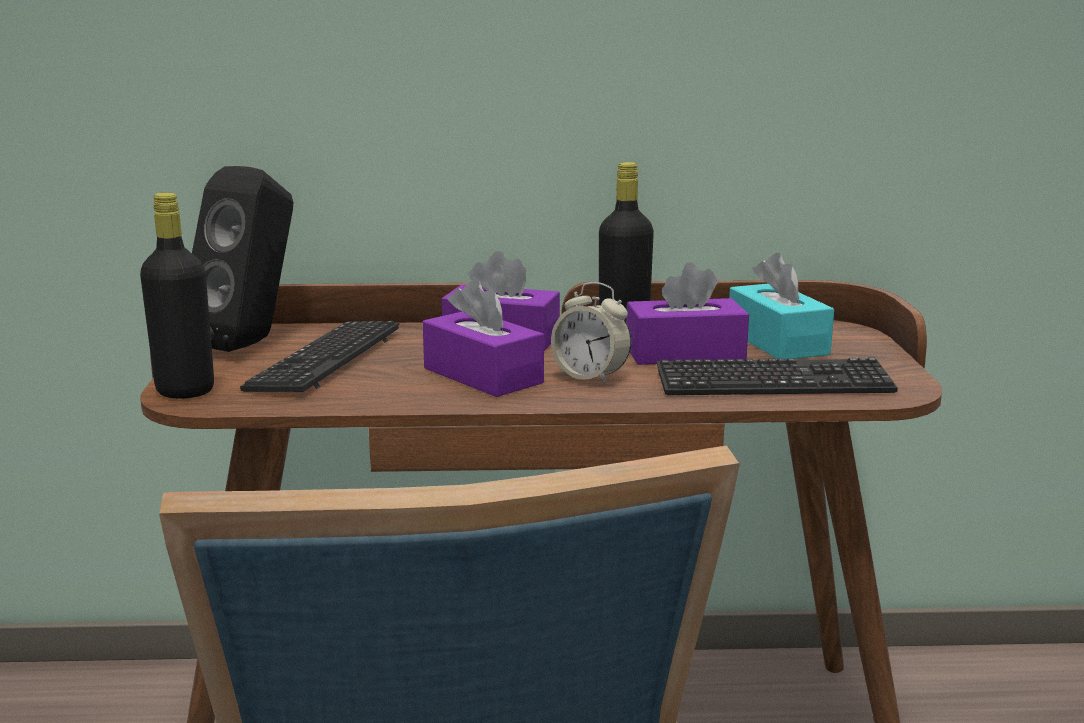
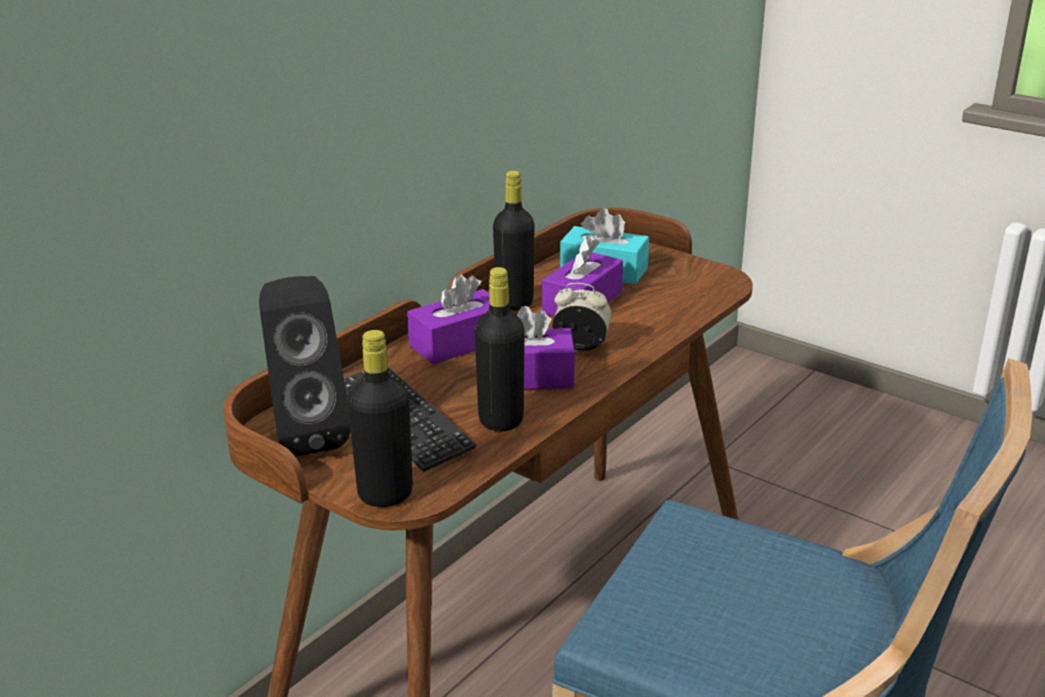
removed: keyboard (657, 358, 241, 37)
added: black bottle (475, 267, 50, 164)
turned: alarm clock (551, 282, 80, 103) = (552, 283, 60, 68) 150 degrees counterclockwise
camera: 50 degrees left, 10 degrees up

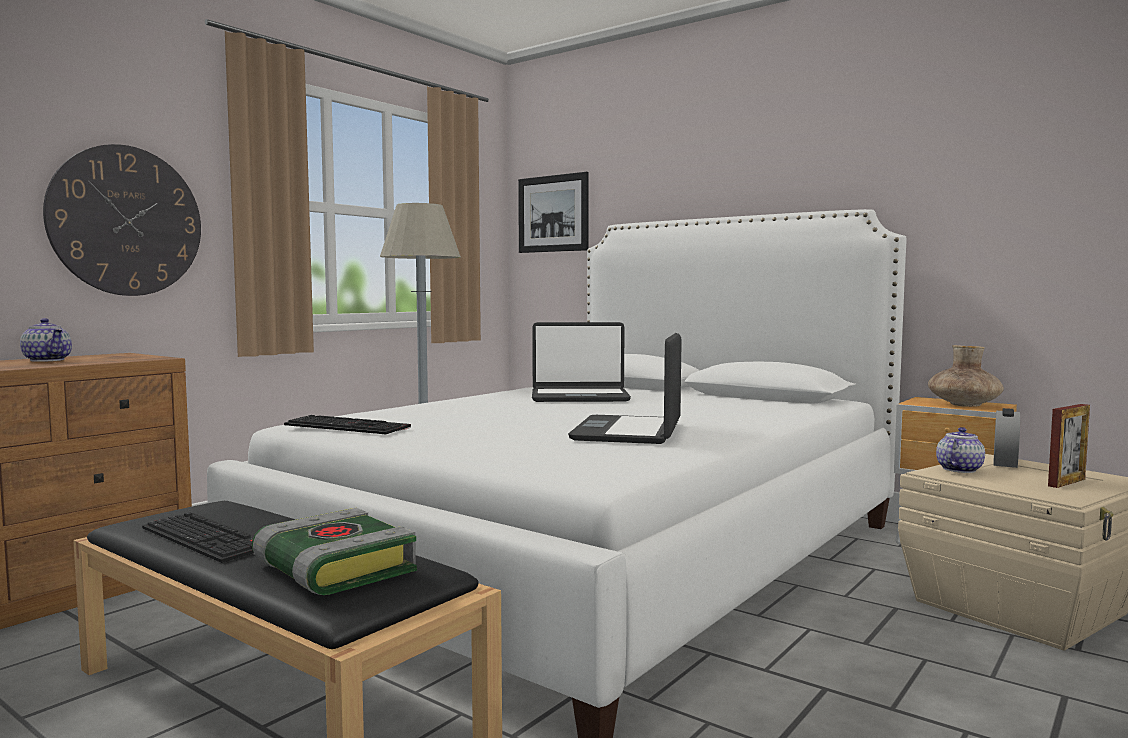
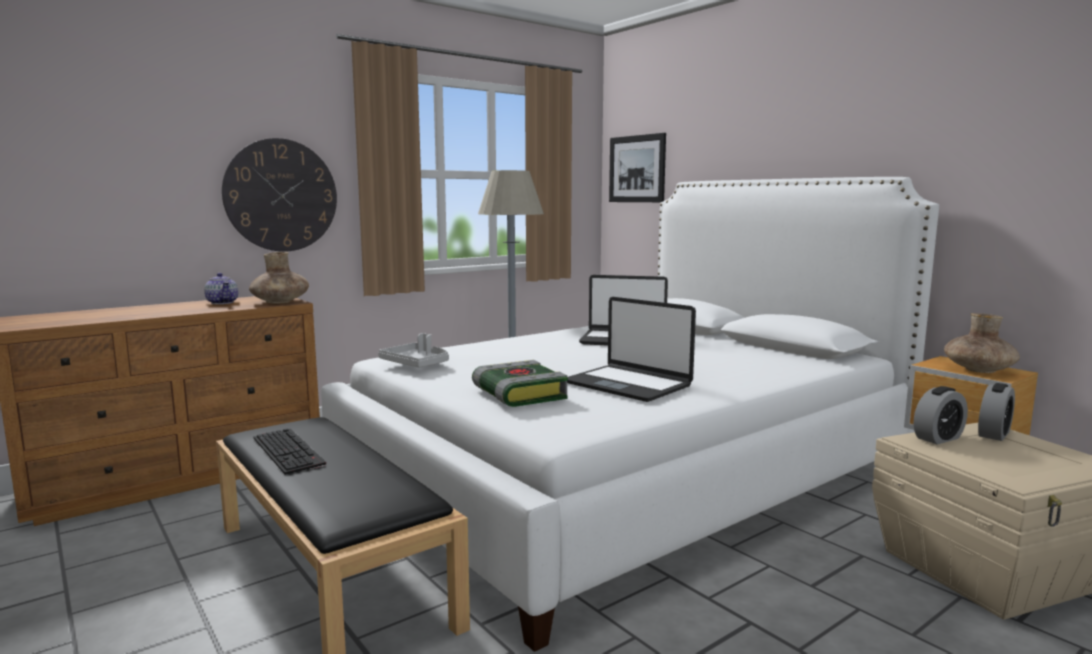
removed: picture frame (1048, 404, 42, 84)
added: brown vase (249, 252, 60, 52)
moved: book (252, 508, 165, 87) to (472, 360, 96, 47)
replaced: keyboard (284, 415, 127, 19) to grey tray (378, 333, 71, 35); teapot (936, 427, 49, 46) to alarm clock (914, 386, 54, 58)
turned: laptop (568, 333, 114, 111) = (567, 297, 129, 105) 75 degrees counterclockwise
camera: 15 degrees right, 5 degrees up

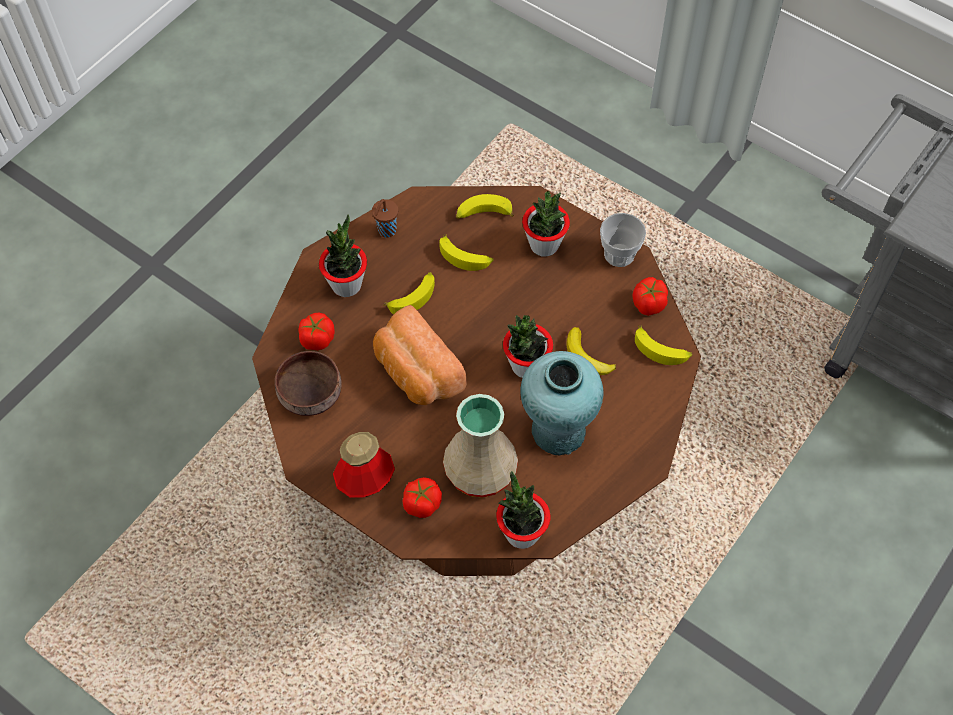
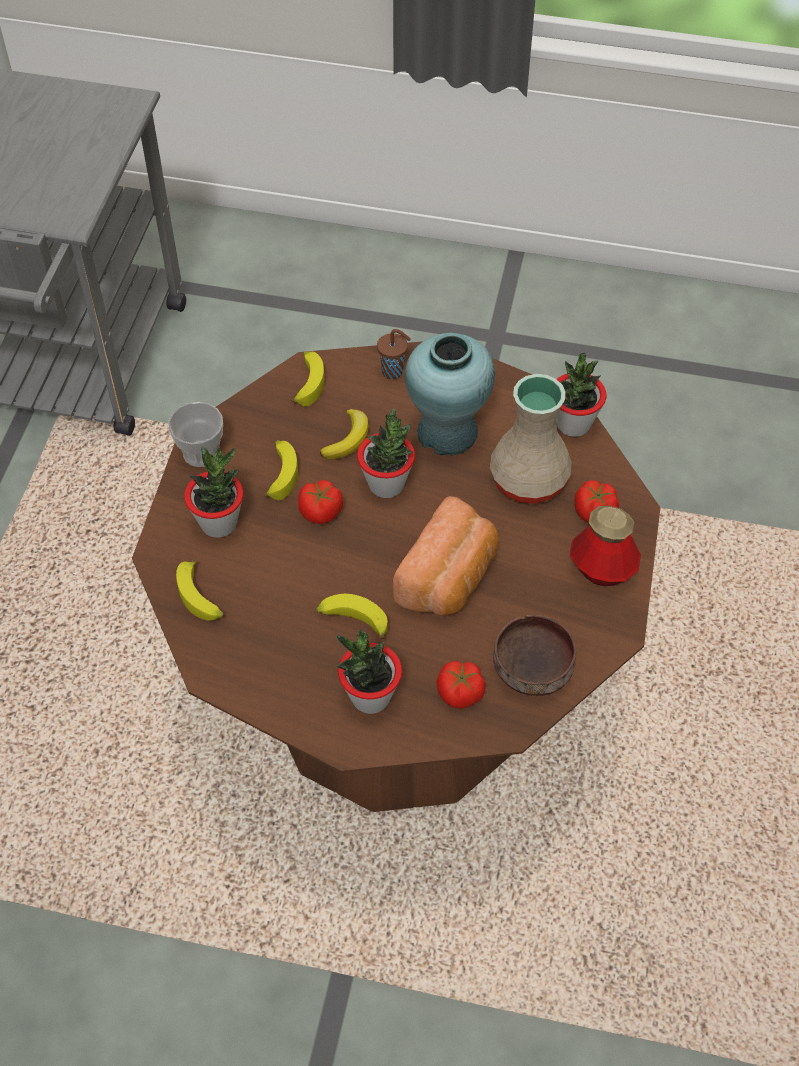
moved: banana (439, 234, 55, 37) to (264, 440, 34, 60); tomato (632, 277, 36, 39) to (298, 480, 45, 44); brown cup (372, 199, 26, 39) to (377, 329, 34, 50)
camera: 115 degrees left, 5 degrees down

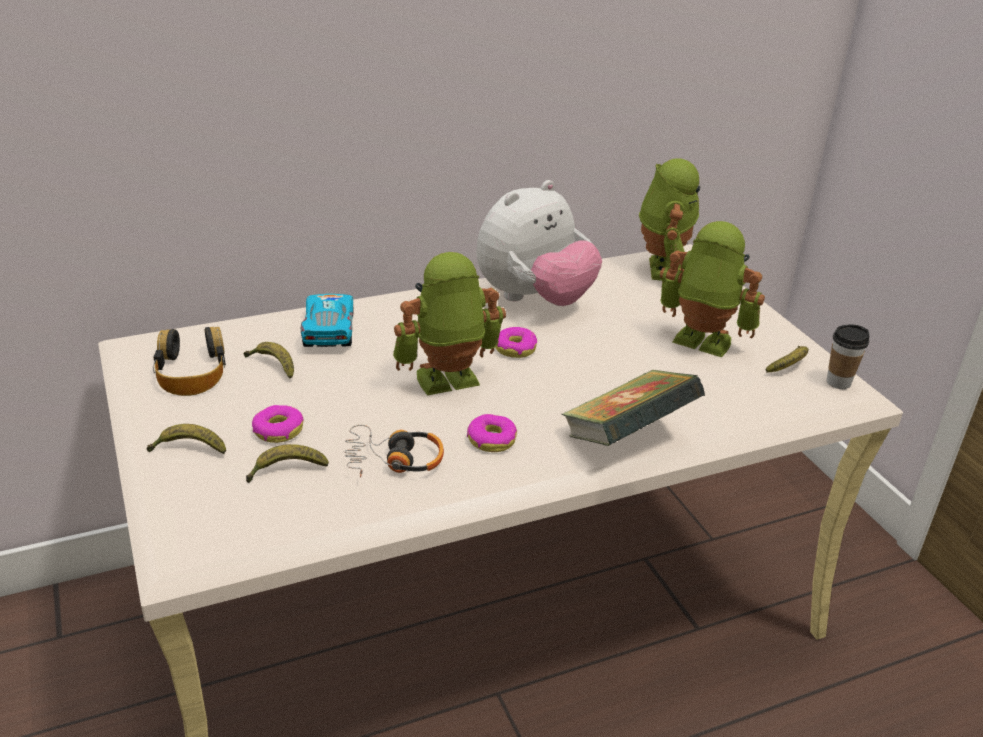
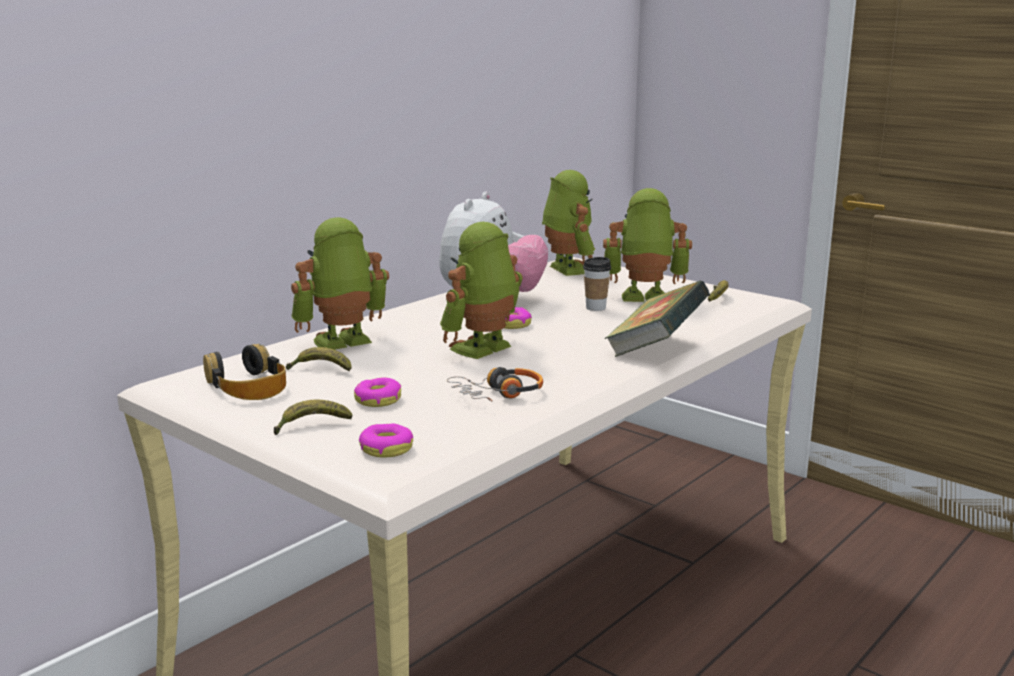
removed: banana (246, 444, 83, 39)
moved: donut (467, 414, 50, 38) to (359, 423, 54, 34); cup (826, 325, 44, 64) to (583, 257, 28, 54)
replaced: toy car (301, 294, 52, 53) to toy robot (291, 217, 98, 133)
camera: 25 degrees left, 15 degrees down

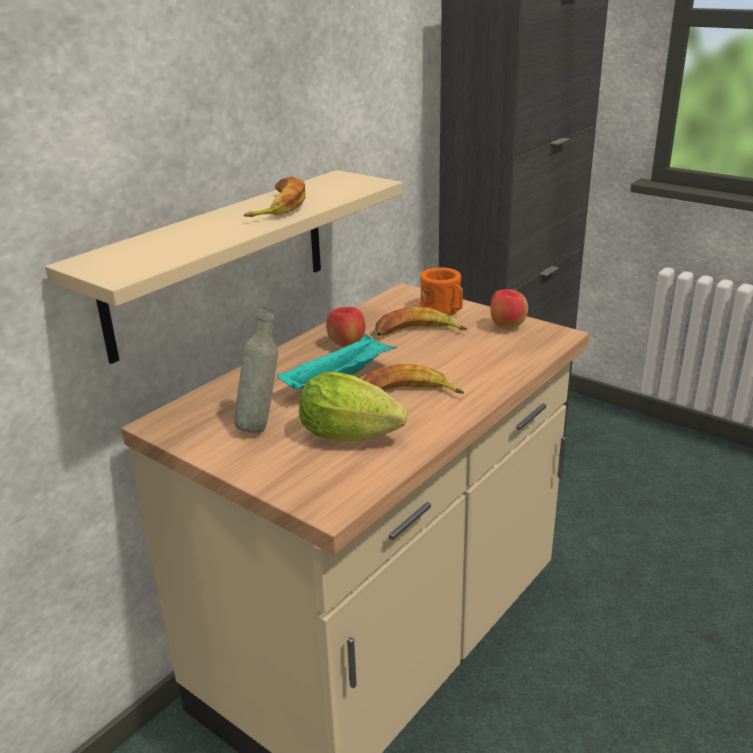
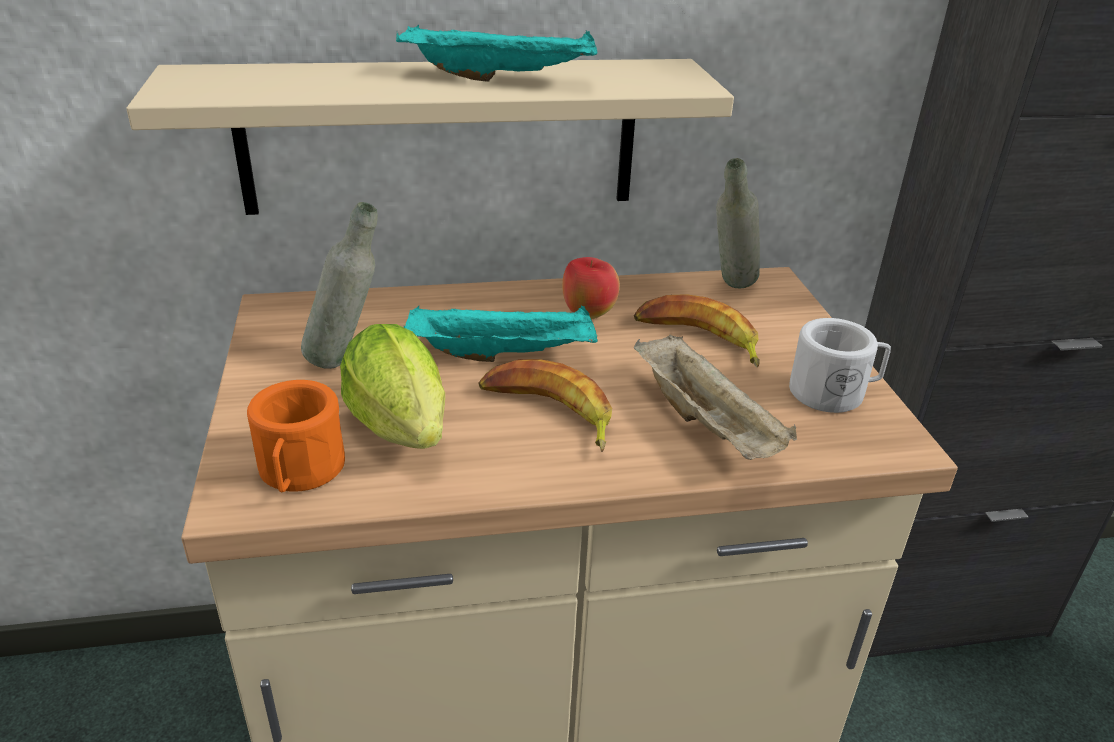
added: beige tray (634, 334, 163, 126); grey bottle (716, 158, 44, 131)
moved: orange mug (420, 267, 43, 48) to (247, 380, 98, 113)
replaced: banana (244, 176, 61, 41) to turquoise tray (396, 25, 201, 57); apple (490, 289, 38, 41) to white mug (789, 318, 102, 95)
camera: 40 degrees right, 5 degrees up

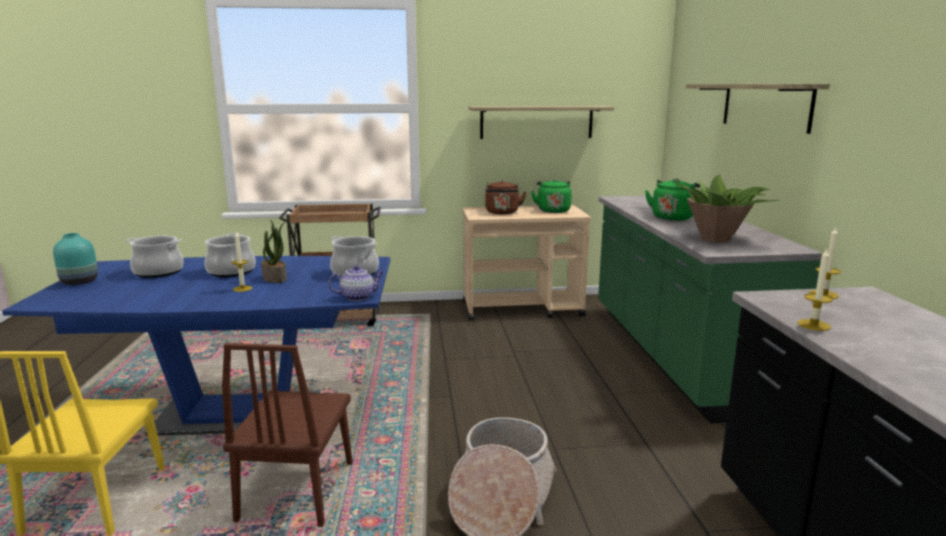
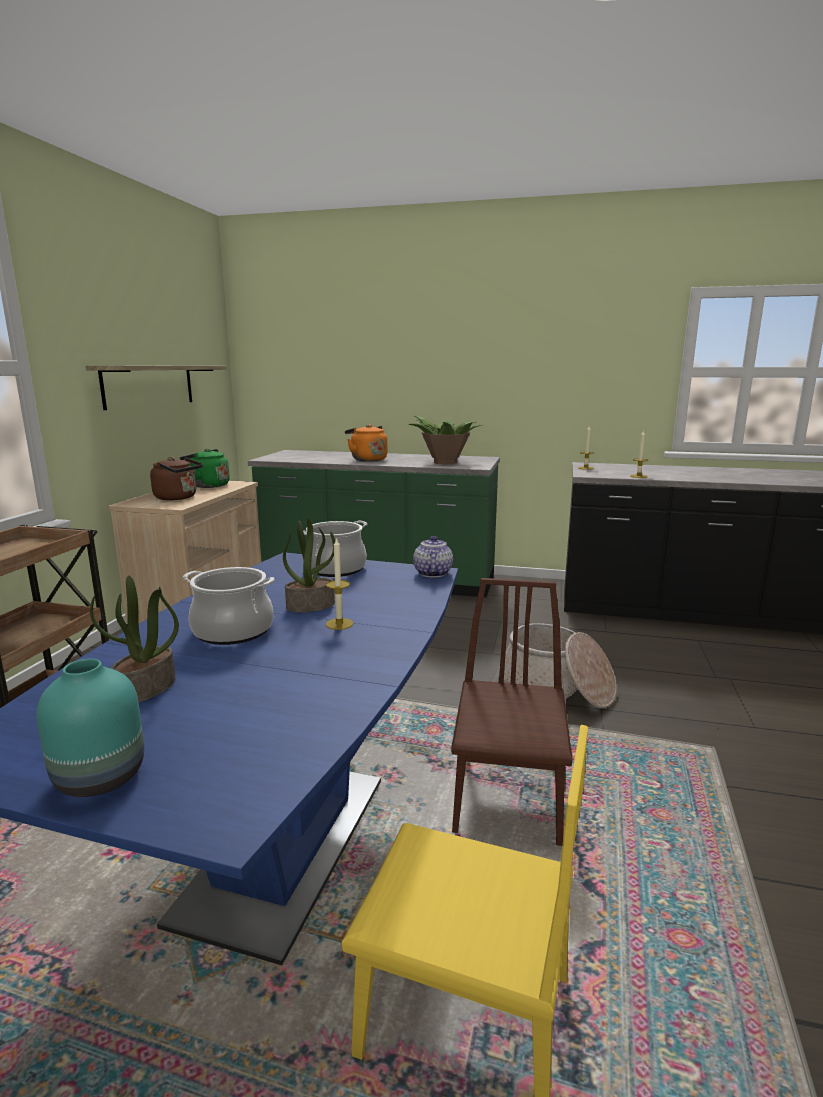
removed: shelf (686, 84, 144, 50)
replaced: cooking pot (126, 236, 58, 42) to potted plant (90, 576, 89, 126)
recoloured: green kettle (645, 178, 55, 43) to orange kettle (345, 425, 42, 37)
turned: brown chair (222, 343, 131, 184) = (451, 578, 121, 268) 105 degrees counterclockwise
camera: 70 degrees left, 0 degrees up

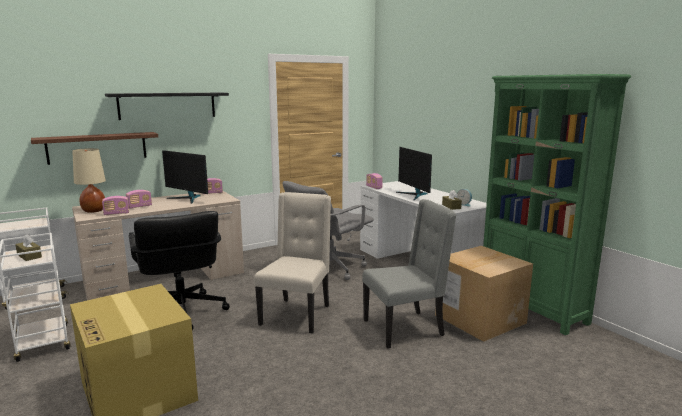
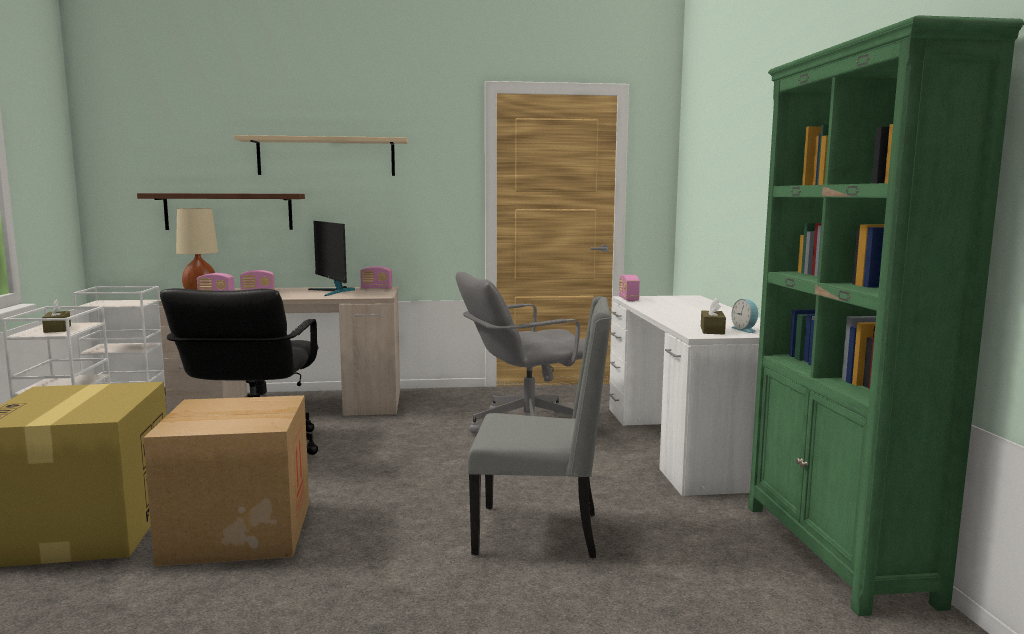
removed: beige chair (254, 192, 77, 142); monitor (396, 147, 36, 53)
moved: cardboard box (435, 246, 98, 96) to (143, 395, 166, 171)
recoloured: black shelf (105, 93, 124, 27) to beige shelf (234, 135, 174, 41)
camera: 25 degrees right, 5 degrees down

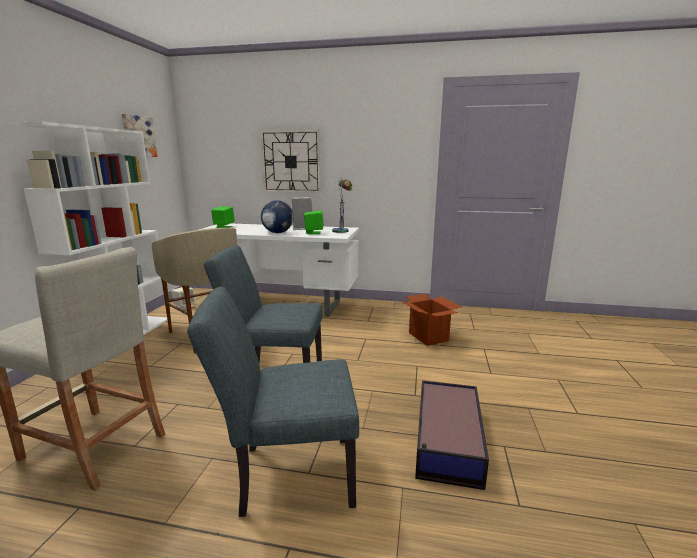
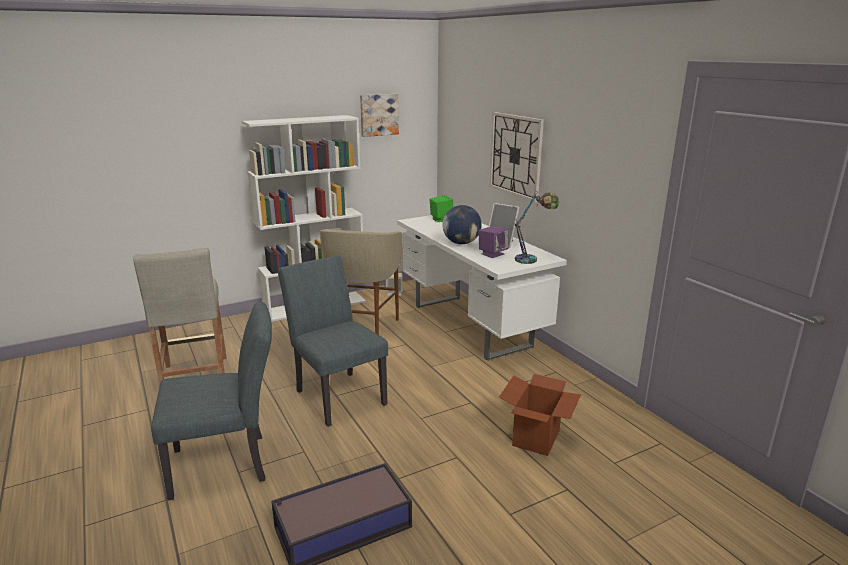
recoloured: green speaker (304, 211, 20, 23) to purple speaker (478, 226, 31, 32)
turned: grey chair (187, 287, 172, 230) = (151, 302, 121, 199) 120 degrees clockwise
camera: 50 degrees right, 5 degrees up

